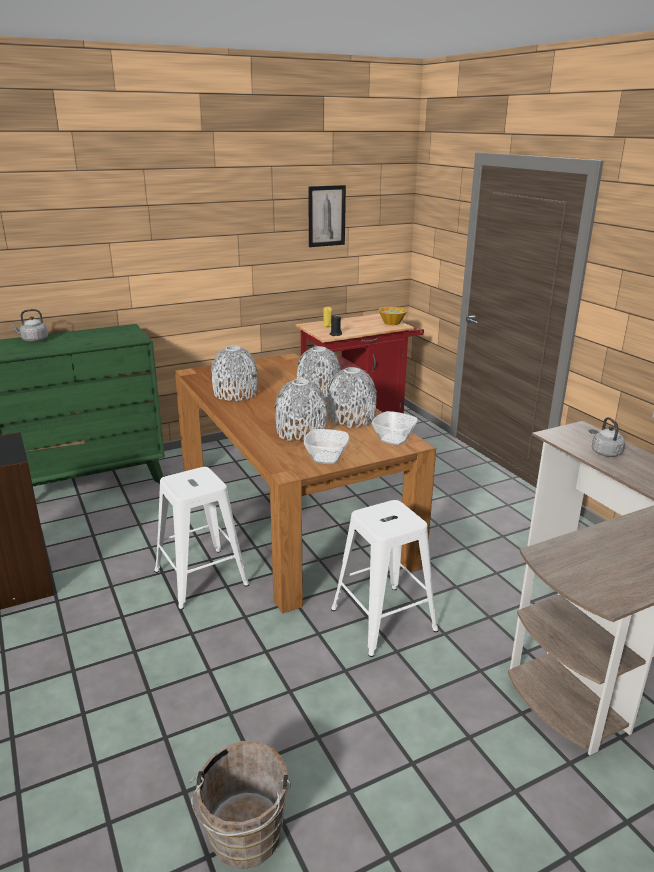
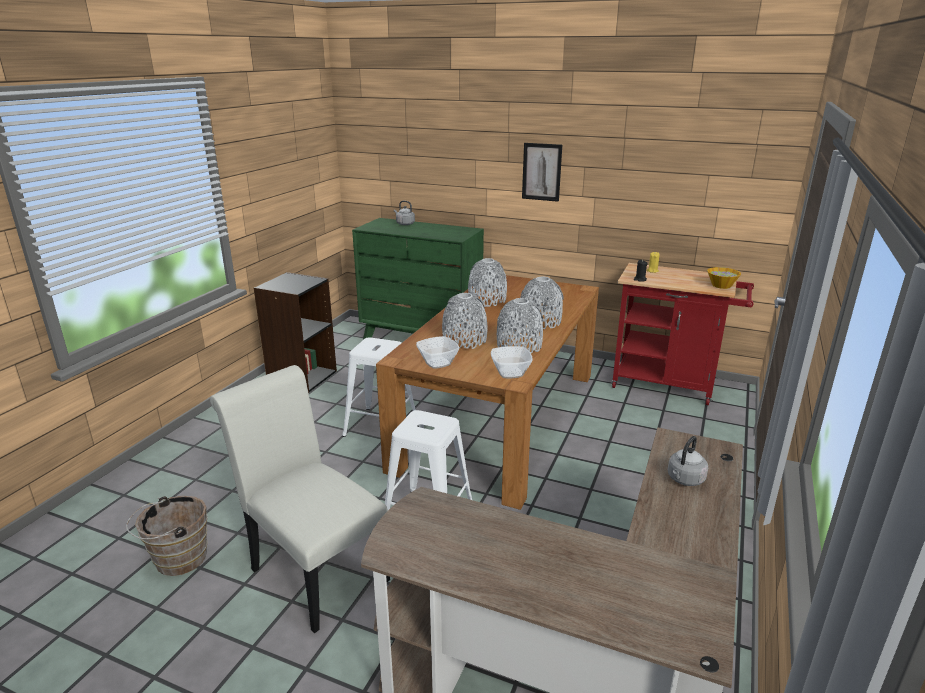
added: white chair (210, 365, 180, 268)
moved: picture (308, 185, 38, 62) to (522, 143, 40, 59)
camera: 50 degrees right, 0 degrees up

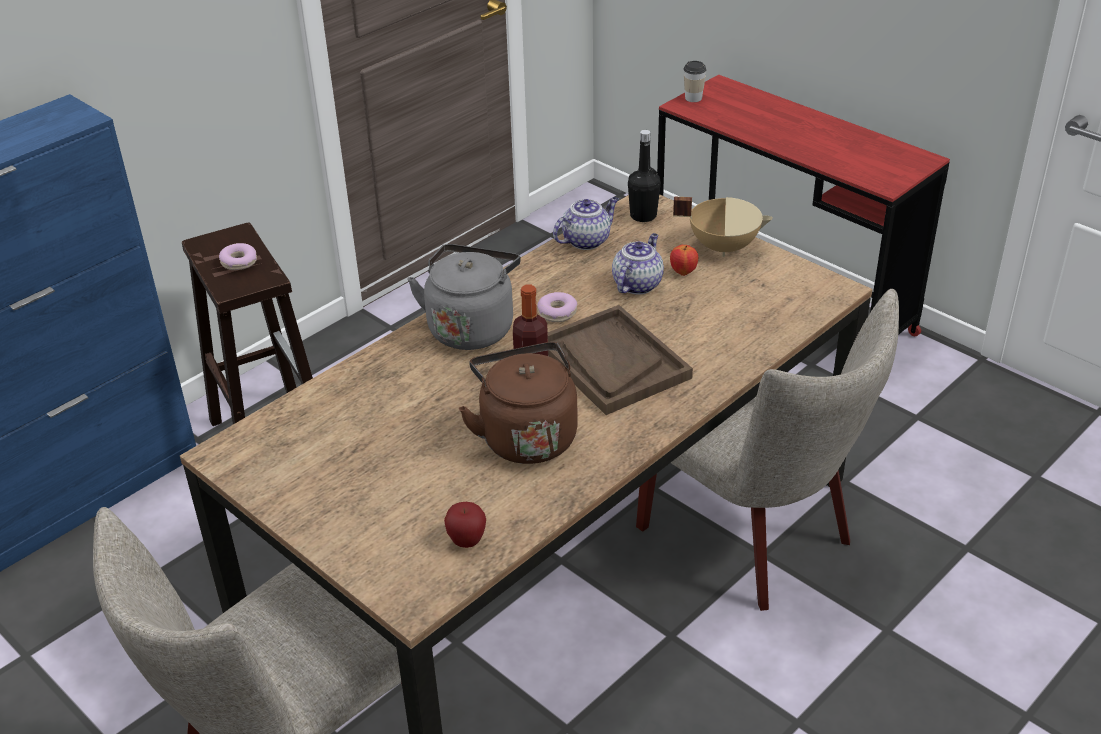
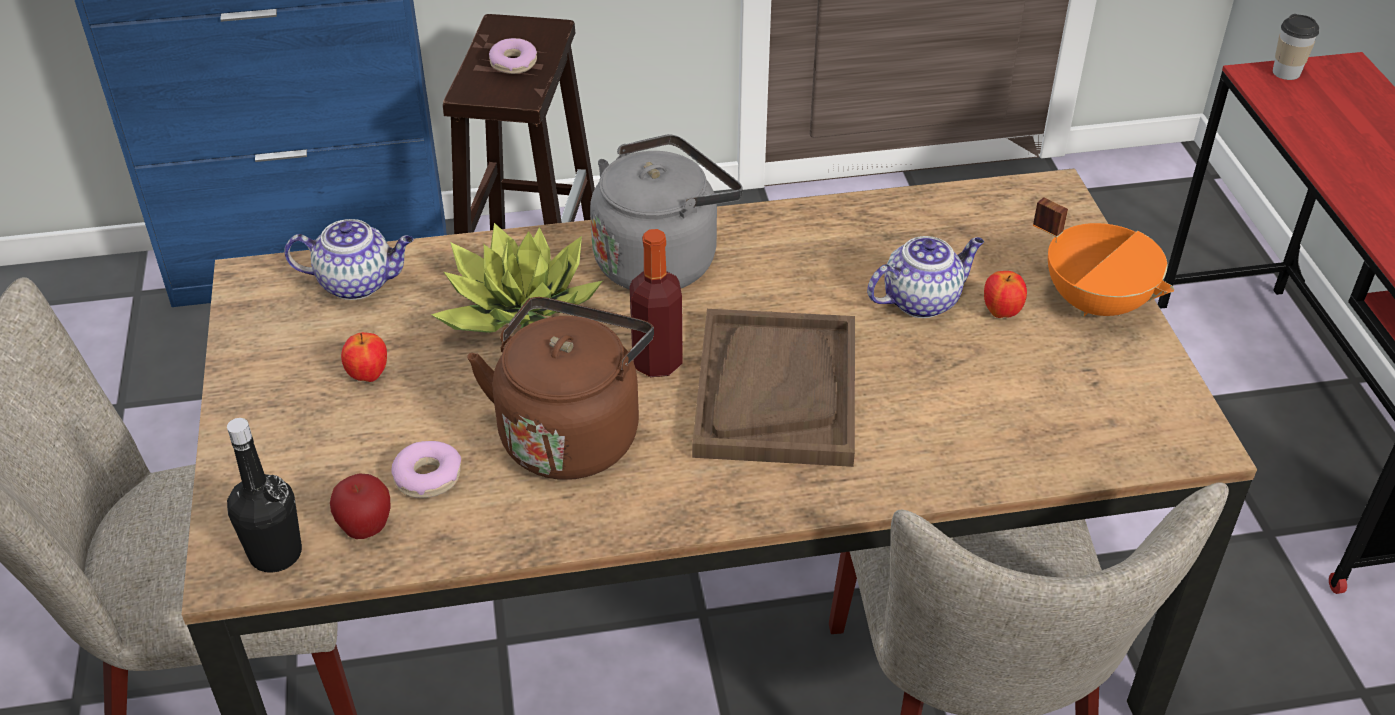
added: apple (341, 332, 46, 50); potted plant (431, 223, 172, 110)
moved: black bottle (628, 130, 33, 92) to (227, 418, 75, 155); teapot (553, 197, 66, 53) to (284, 219, 129, 81); donut (537, 292, 40, 30) to (391, 441, 70, 57)
recoloured: beige cooking pot (673, 196, 100, 61) to orange cooking pot (1033, 197, 141, 120)
camera: 35 degrees right, 5 degrees up

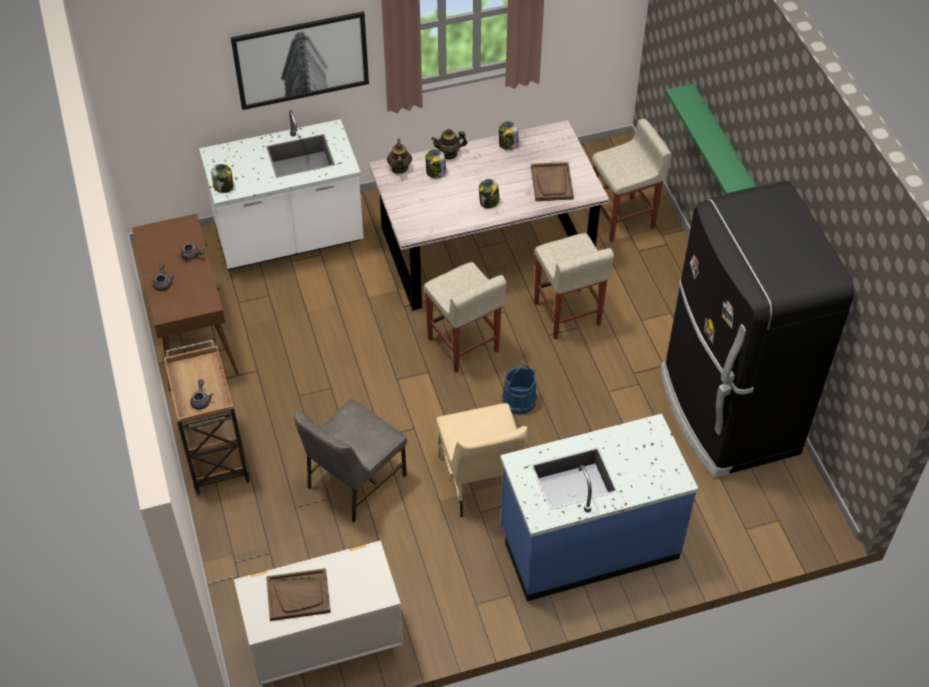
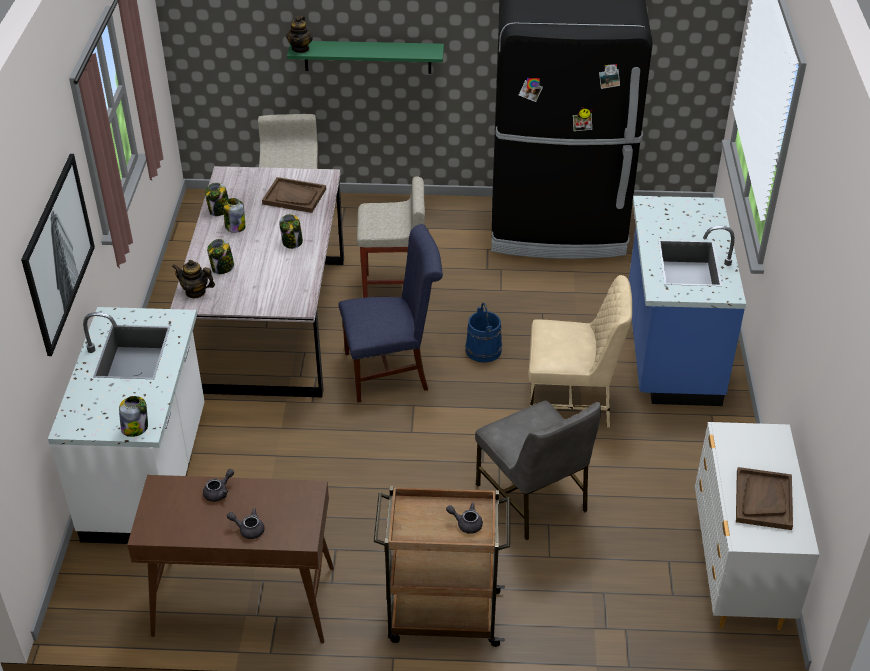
added: jar (224, 198, 21, 35)
moved: teapot (431, 129, 36, 31) to (286, 15, 27, 38)
replaced: beige stool (423, 262, 83, 111) to blue chair (338, 224, 105, 179)
camera: 70 degrees left, 10 degrees down

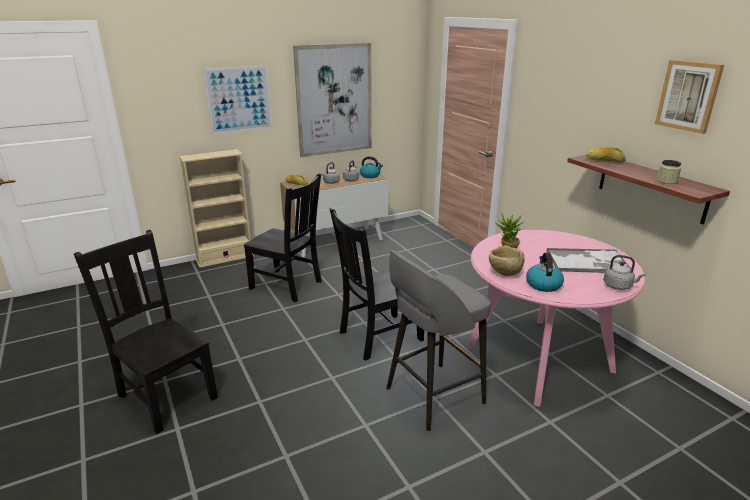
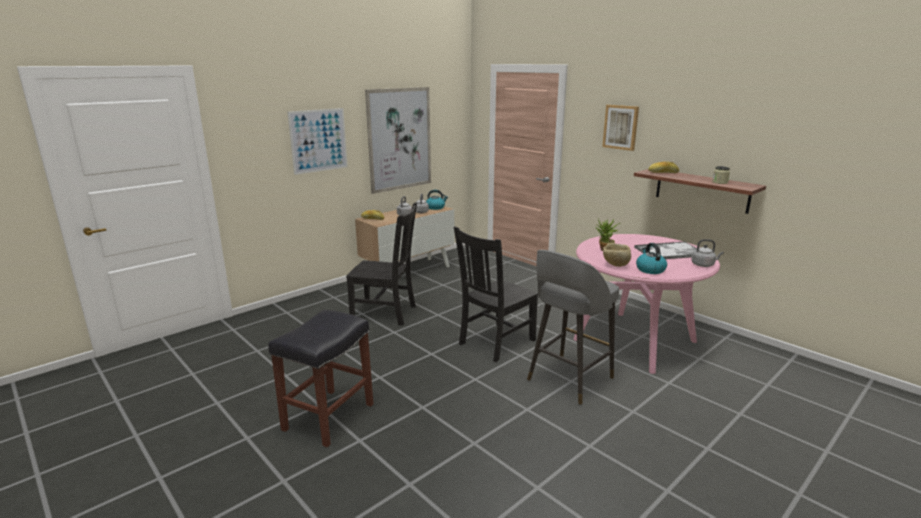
removed: beige bookcase (179, 149, 75, 119)
moved: picture (655, 60, 69, 74) to (602, 105, 37, 46)
replaced: black chair (74, 230, 144, 204) to black stool (268, 310, 106, 137)
camera: 15 degrees left, 5 degrees down

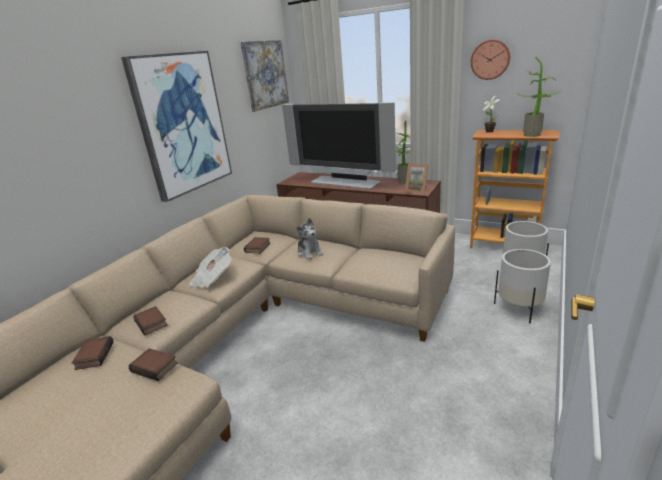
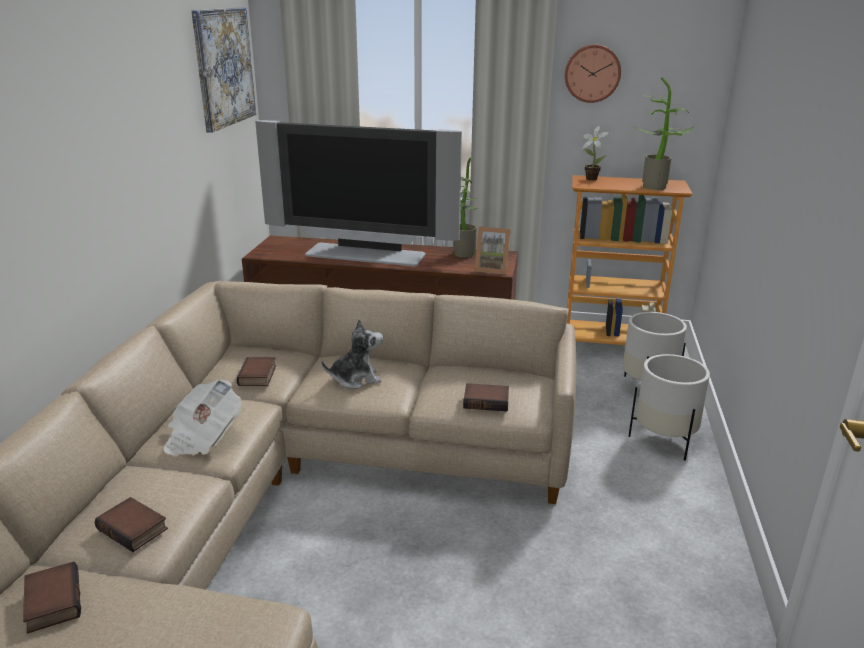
removed: picture (121, 51, 111, 151)
moved: book (129, 348, 49, 33) to (463, 383, 46, 29)
turned: plush toy (296, 218, 27, 42) = (321, 319, 62, 70) 60 degrees counterclockwise
camera: 20 degrees left, 0 degrees up

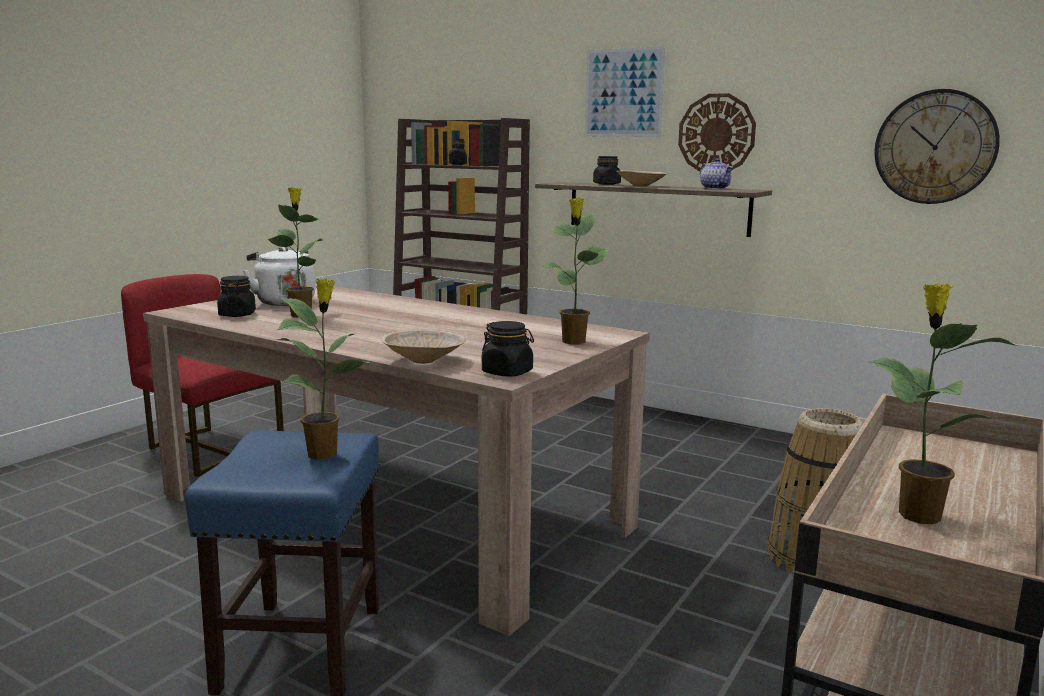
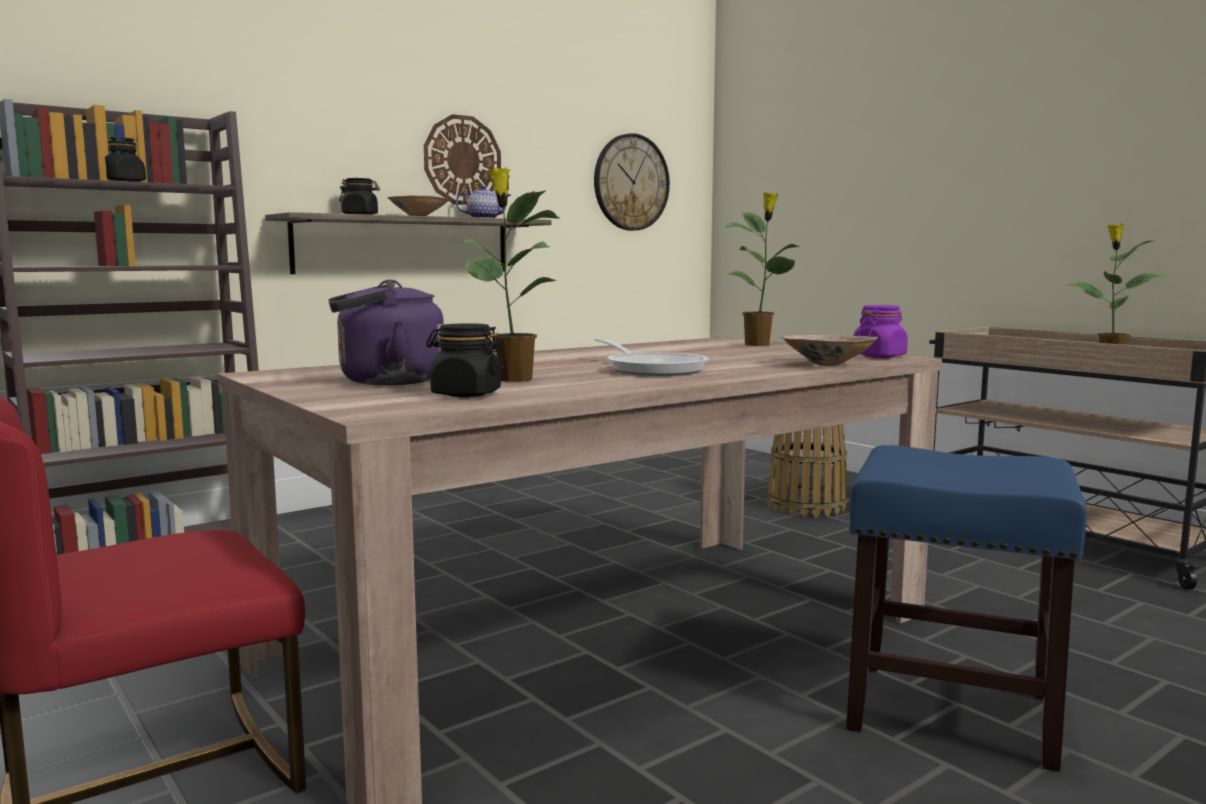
removed: potted plant (276, 278, 95, 182); picture (584, 46, 82, 91)
added: frying pan (595, 337, 114, 39)
recoloured: white kettle (242, 247, 73, 59) to purple kettle (328, 280, 116, 105); black jar (482, 321, 52, 56) to purple jar (853, 305, 55, 53)
camera: 70 degrees left, 5 degrees down

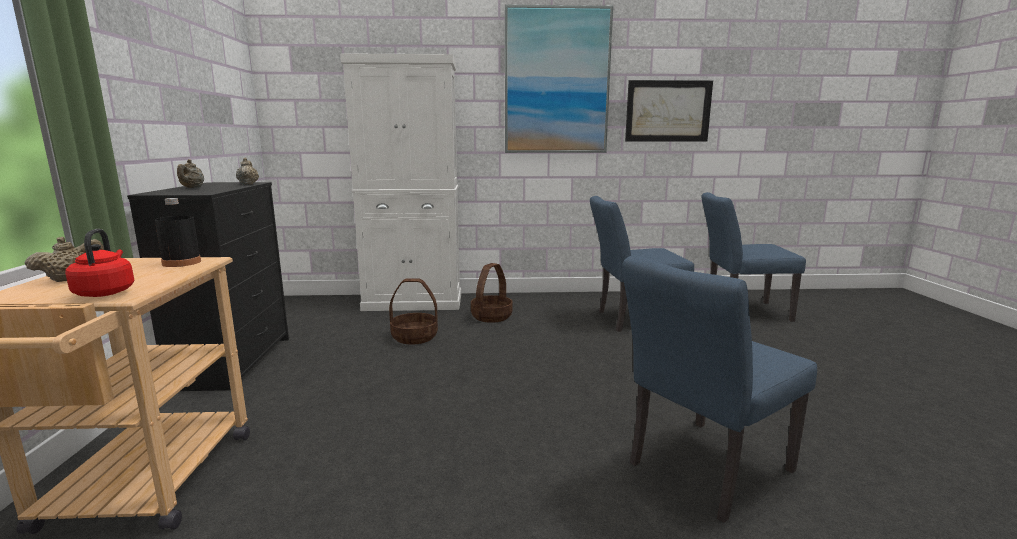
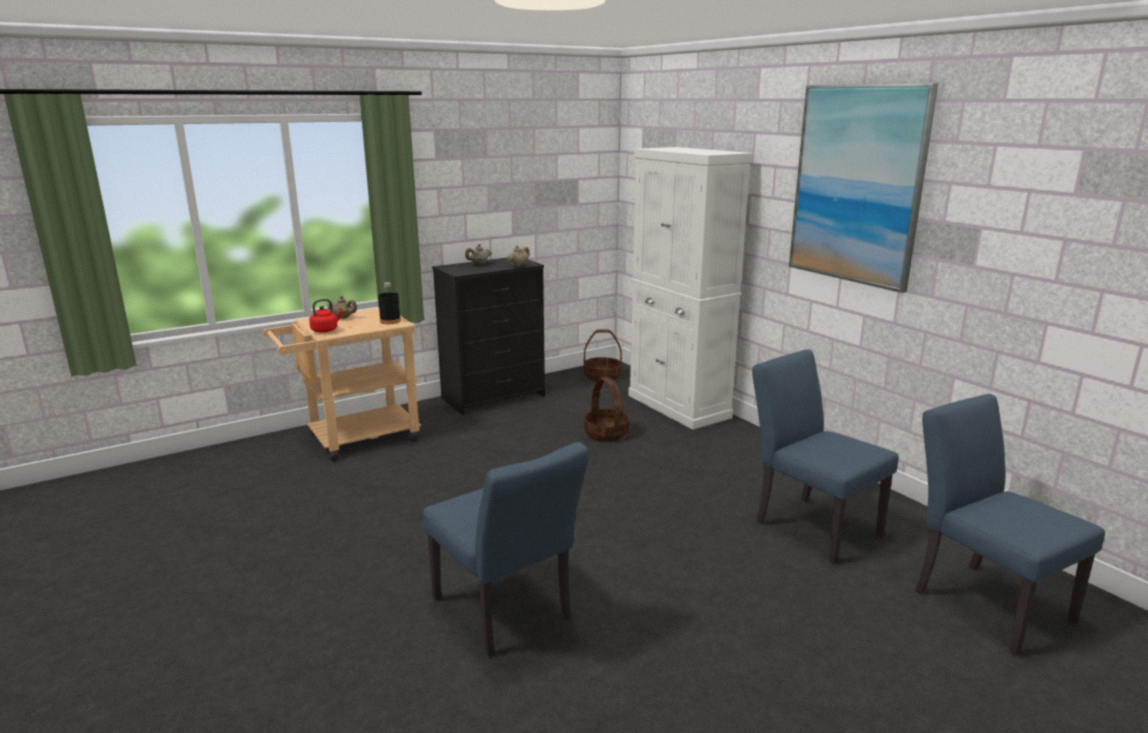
removed: picture (625, 80, 88, 61)
moved: basket (471, 263, 42, 60) to (584, 329, 38, 53)
turned: blue chair (622, 255, 195, 268) = (423, 442, 166, 215) 150 degrees counterclockwise
camera: 60 degrees right, 5 degrees up

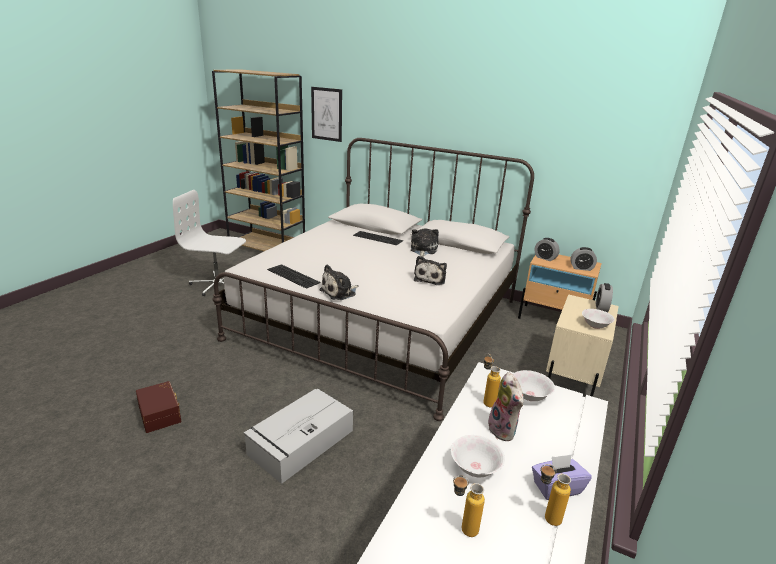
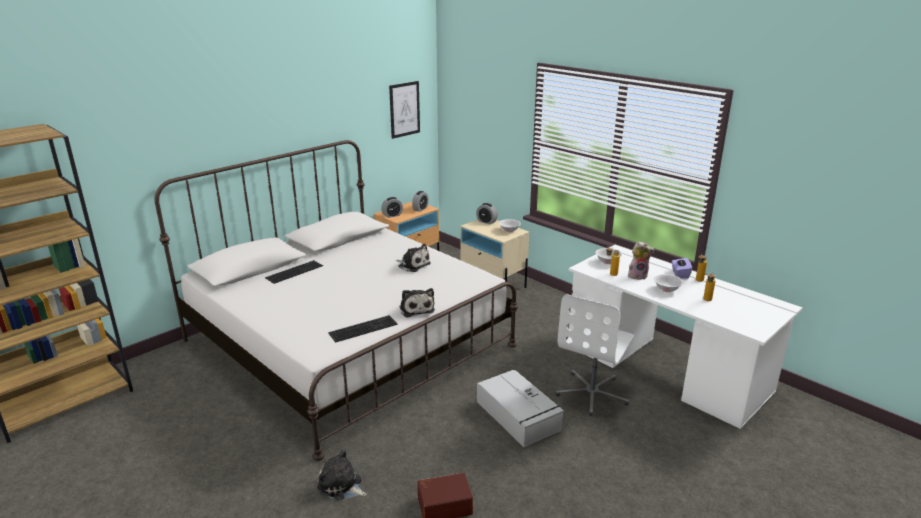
moved: plush toy (411, 228, 28, 29) to (317, 450, 50, 50); picture (311, 87, 31, 55) to (389, 81, 31, 58); white office chair (173, 190, 73, 106) to (556, 294, 79, 122)
camera: 70 degrees left, 0 degrees up

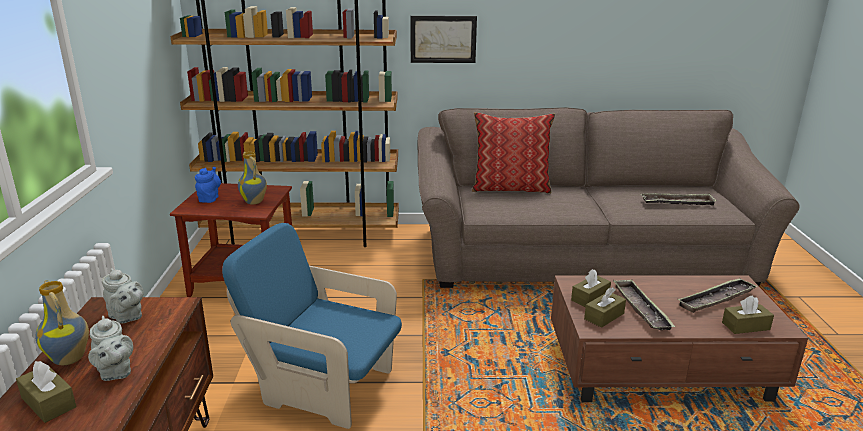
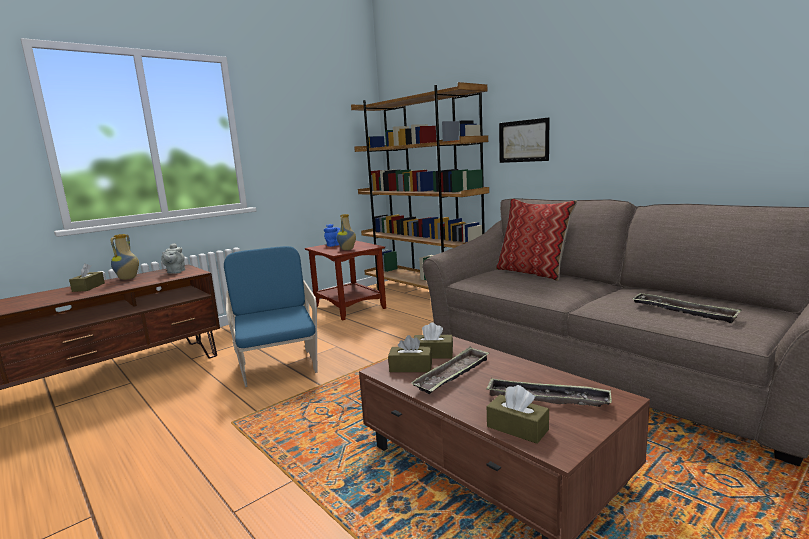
removed: grey teapot (88, 316, 45, 65)
camera: 50 degrees right, 10 degrees down

